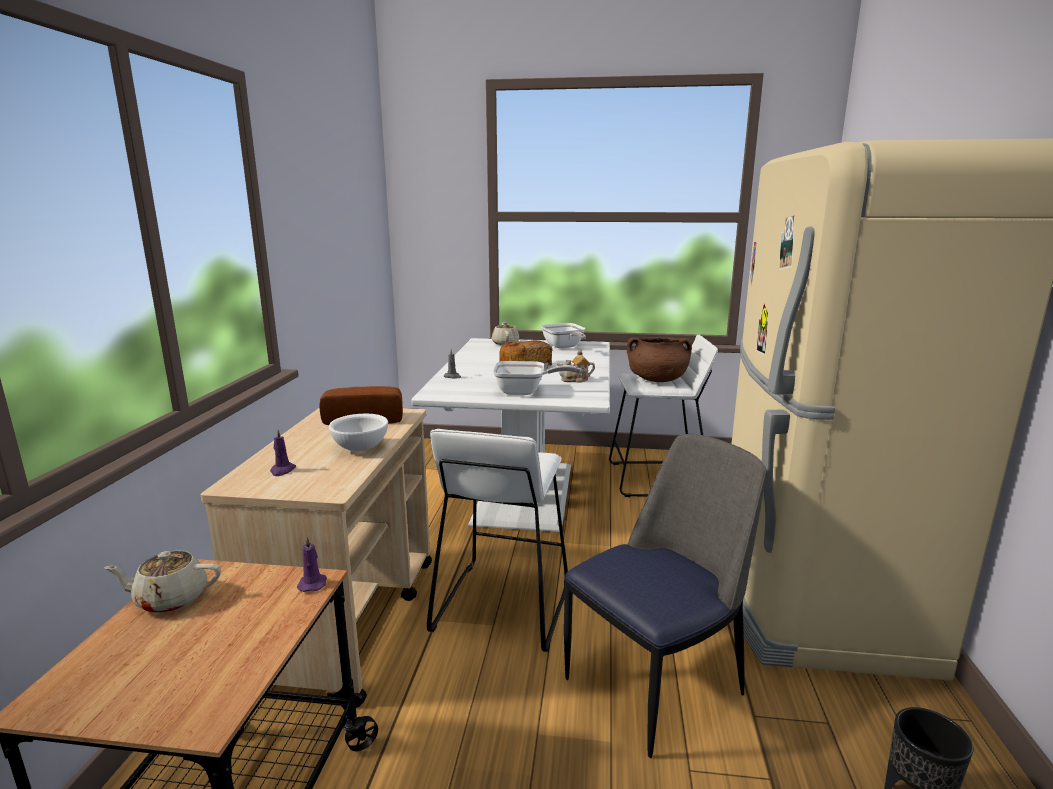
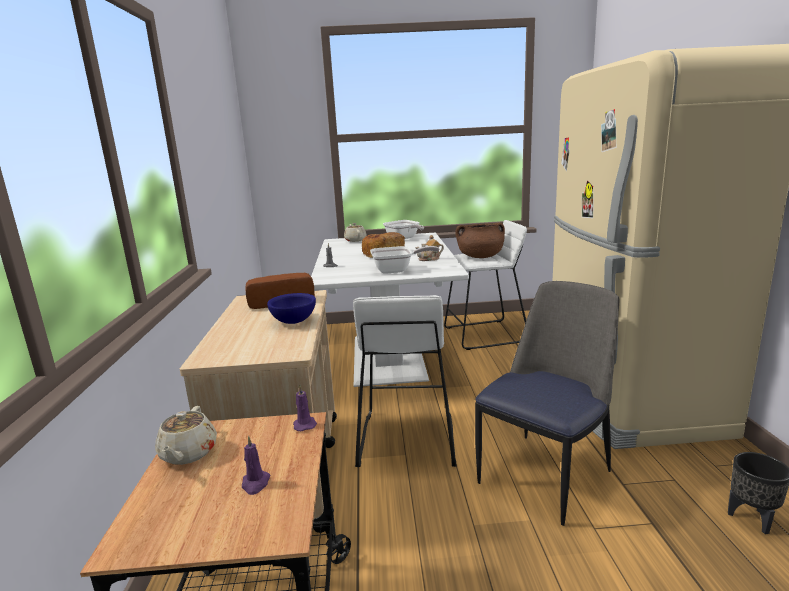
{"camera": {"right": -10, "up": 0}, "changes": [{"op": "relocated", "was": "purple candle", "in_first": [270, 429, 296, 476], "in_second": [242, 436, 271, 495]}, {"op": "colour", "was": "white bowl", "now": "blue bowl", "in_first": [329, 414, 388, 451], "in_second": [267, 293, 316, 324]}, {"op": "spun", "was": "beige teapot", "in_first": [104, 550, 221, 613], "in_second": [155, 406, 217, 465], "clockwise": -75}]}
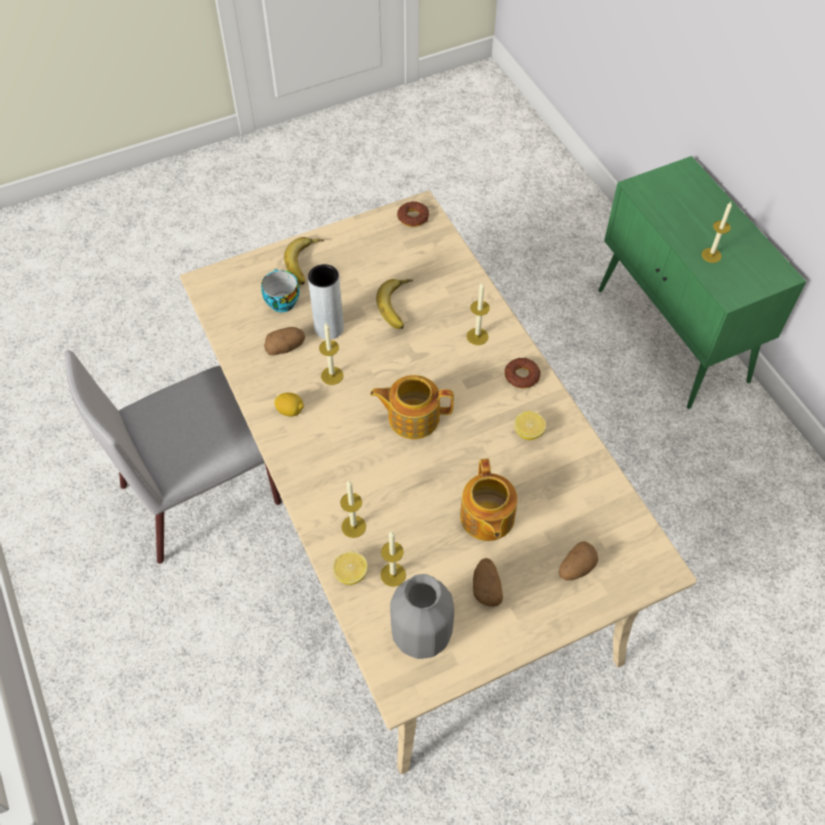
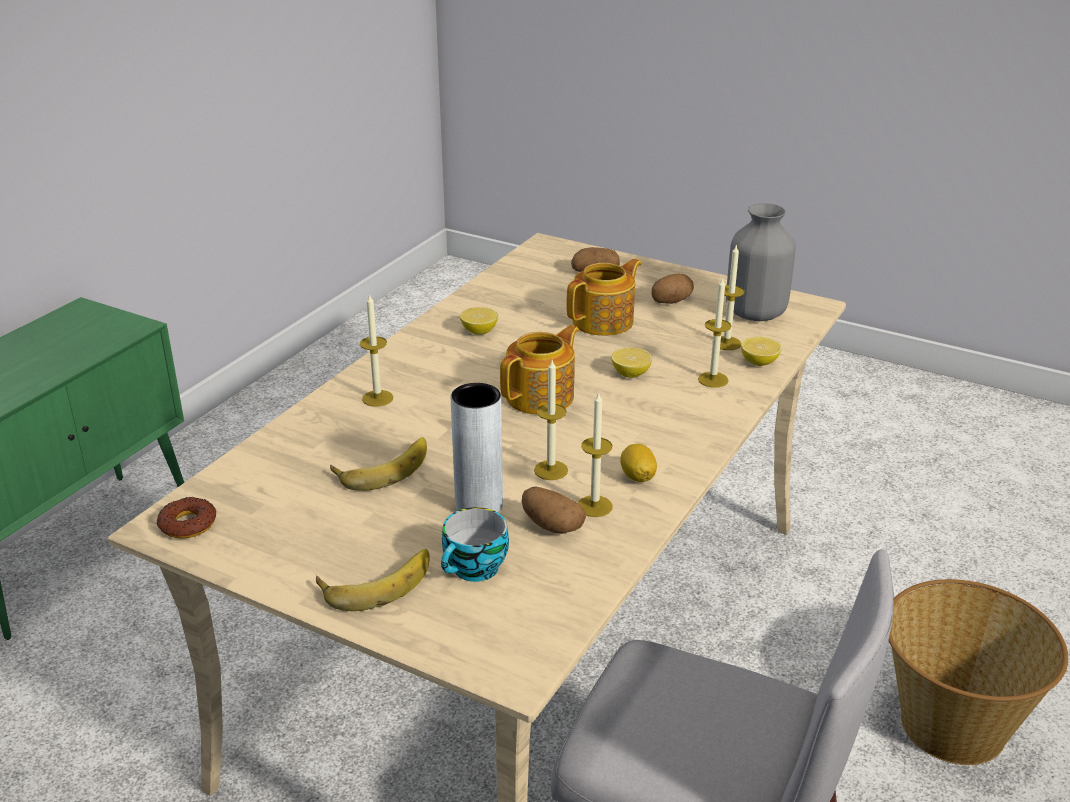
{"camera": {"right": -125, "up": -25}, "changes": [{"op": "missing", "was": "donut", "in_first": [505, 358, 541, 388]}, {"op": "appeared", "now": "lemon", "in_second": [612, 348, 652, 378]}, {"op": "appeared", "now": "basket", "in_second": [888, 579, 1068, 765]}, {"op": "relocated", "was": "candle", "in_first": [701, 202, 732, 263], "in_second": [578, 392, 613, 517]}, {"op": "spun", "was": "teapot", "in_first": [370, 375, 454, 439], "in_second": [500, 325, 579, 414], "clockwise": -105}]}
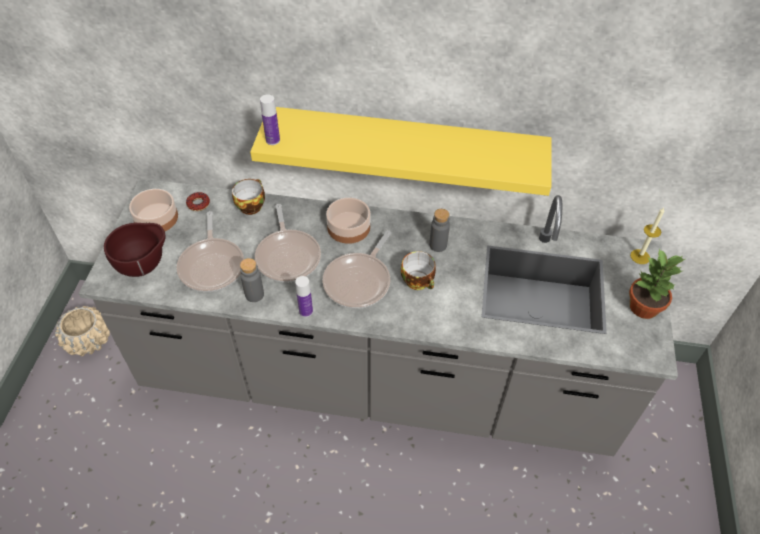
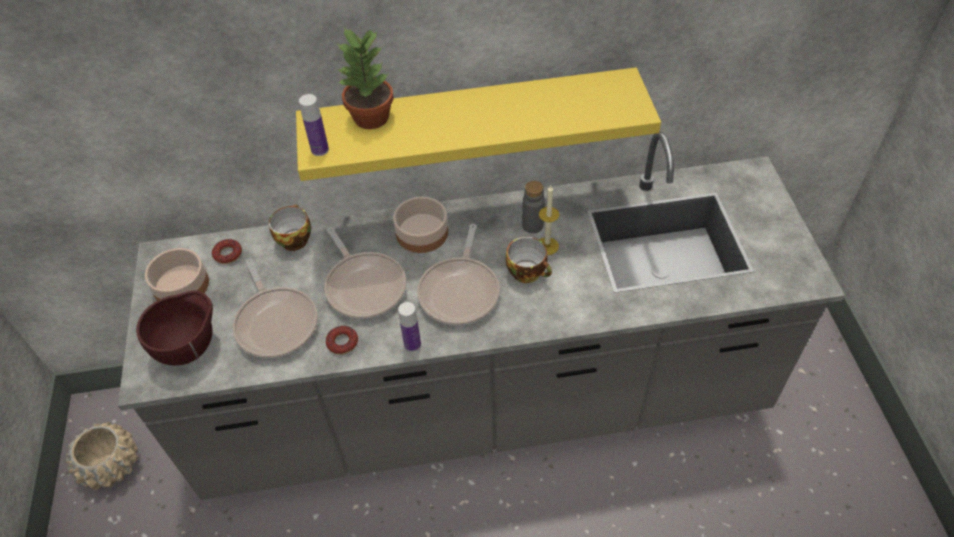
{"camera": {"right": -15, "up": 0}, "changes": [{"op": "relocated", "was": "potted plant", "in_first": [629, 249, 685, 319], "in_second": [336, 28, 394, 129]}, {"op": "relocated", "was": "candle", "in_first": [630, 207, 664, 264], "in_second": [539, 186, 559, 255]}, {"op": "exchanged", "was": "grey bottle", "now": "donut", "in_first": [240, 258, 264, 302], "in_second": [326, 326, 358, 355]}]}
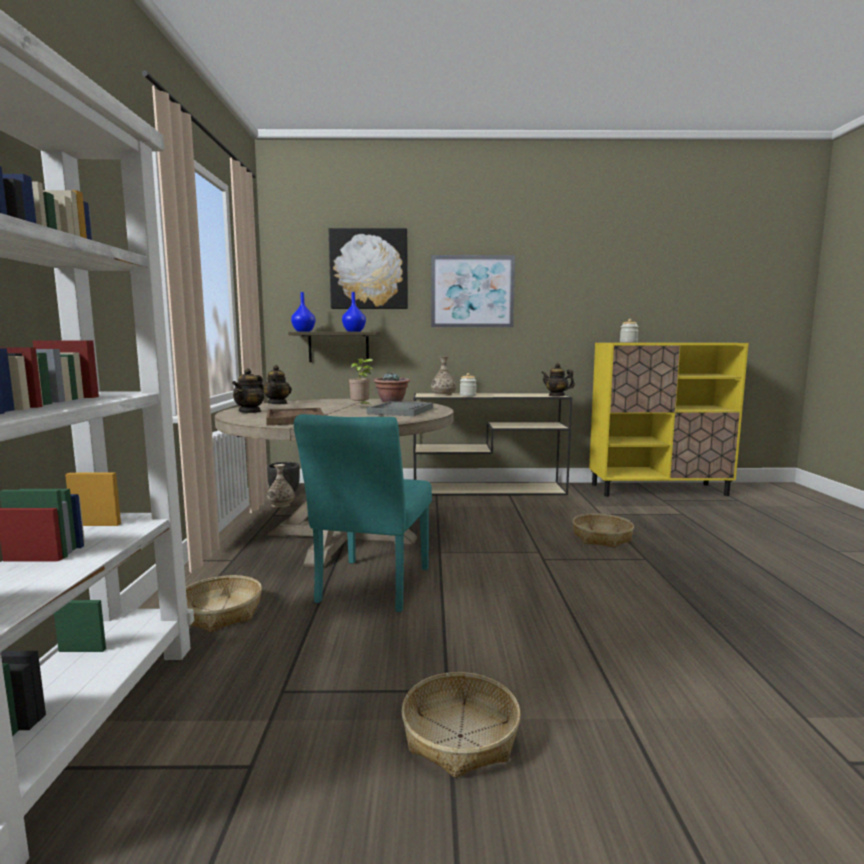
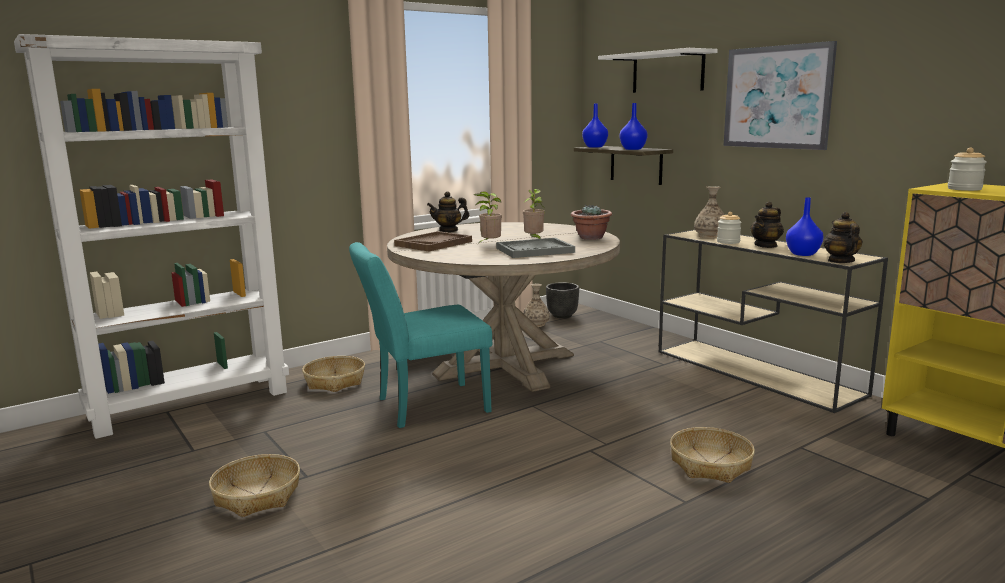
{"camera": {"right": 55, "up": 5}, "changes": [{"op": "appeared", "now": "potted plant", "in_second": [474, 191, 502, 244]}, {"op": "appeared", "now": "blue vase", "in_second": [786, 197, 824, 256]}, {"op": "relocated", "was": "teapot", "in_first": [263, 365, 292, 404], "in_second": [750, 201, 784, 248]}, {"op": "exchanged", "was": "picture", "now": "white shelf", "in_first": [329, 228, 408, 309], "in_second": [598, 48, 718, 93]}]}
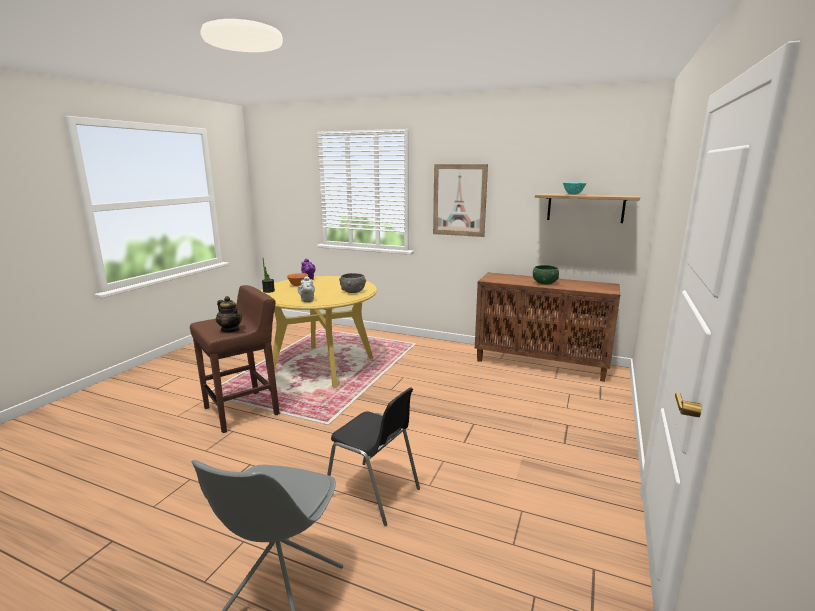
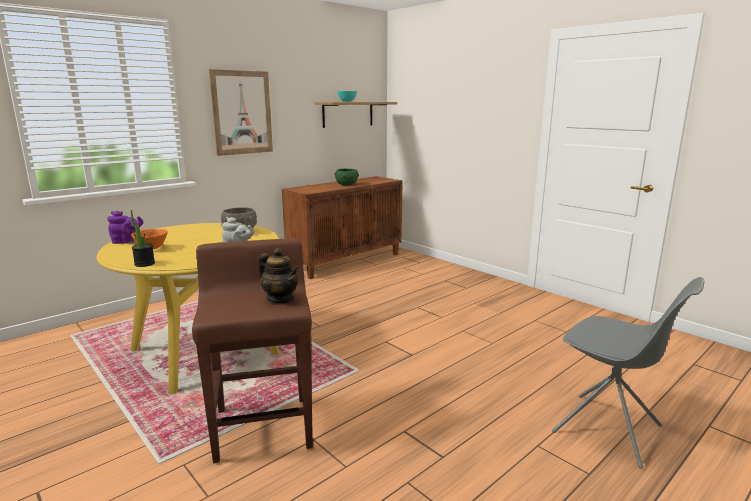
{"camera": {"right": -65, "up": 0}, "changes": [{"op": "missing", "was": "black chair", "in_first": [327, 387, 420, 526]}, {"op": "spun", "was": "teapot", "in_first": [216, 296, 242, 332], "in_second": [258, 248, 300, 303], "clockwise": 60}]}
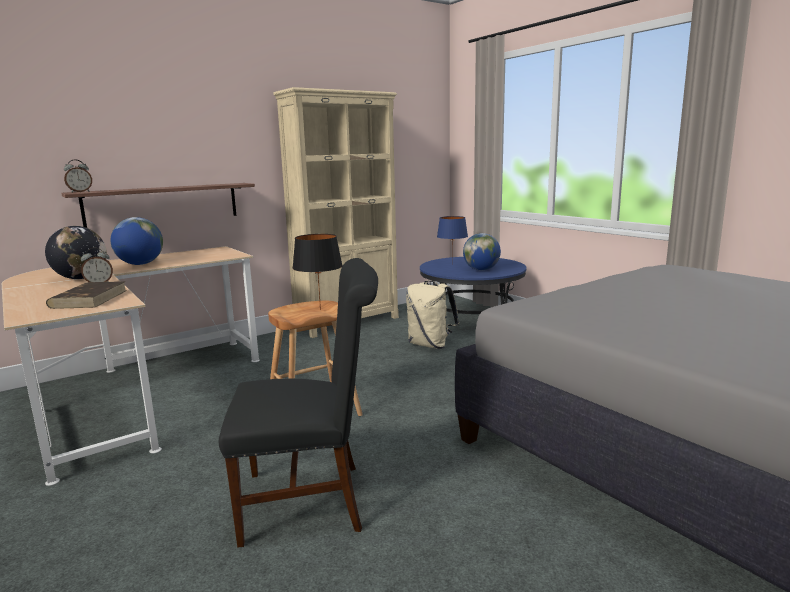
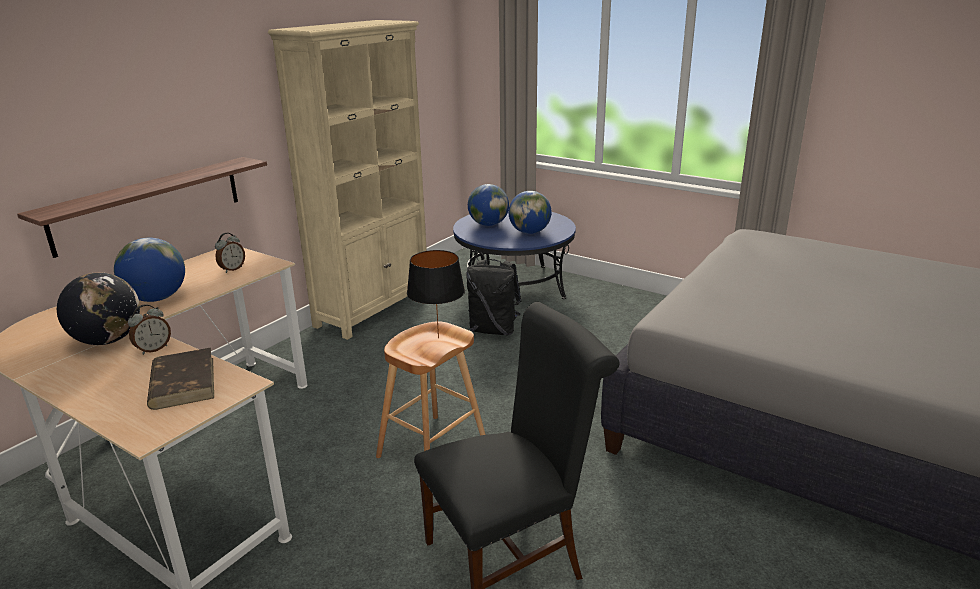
{"camera": {"right": -20, "up": 10}, "changes": [{"op": "relocated", "was": "alarm clock", "in_first": [64, 159, 92, 192], "in_second": [215, 233, 245, 273]}, {"op": "exchanged", "was": "blue table lamp", "now": "globe", "in_first": [437, 216, 468, 264], "in_second": [468, 184, 509, 226]}, {"op": "colour", "was": "beige backpack", "now": "black backpack", "in_first": [406, 280, 459, 349], "in_second": [466, 259, 521, 335]}]}
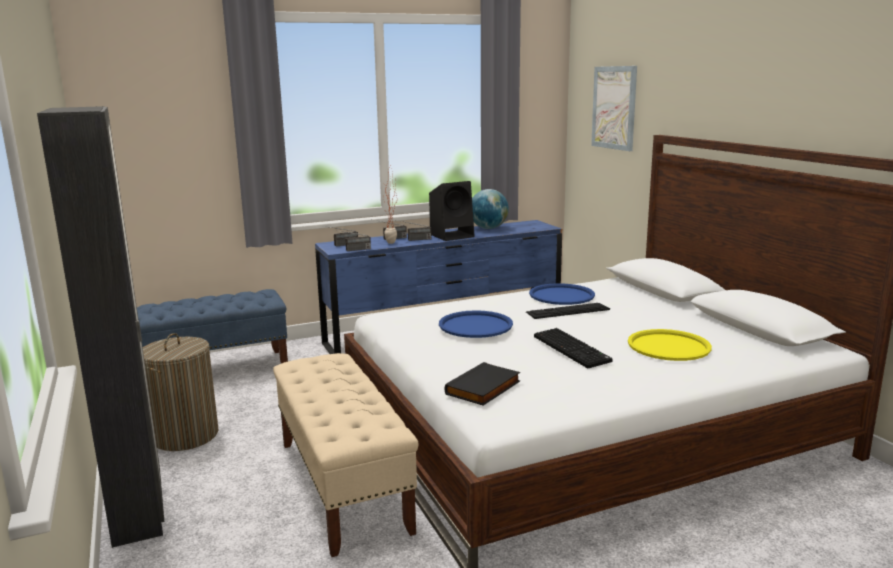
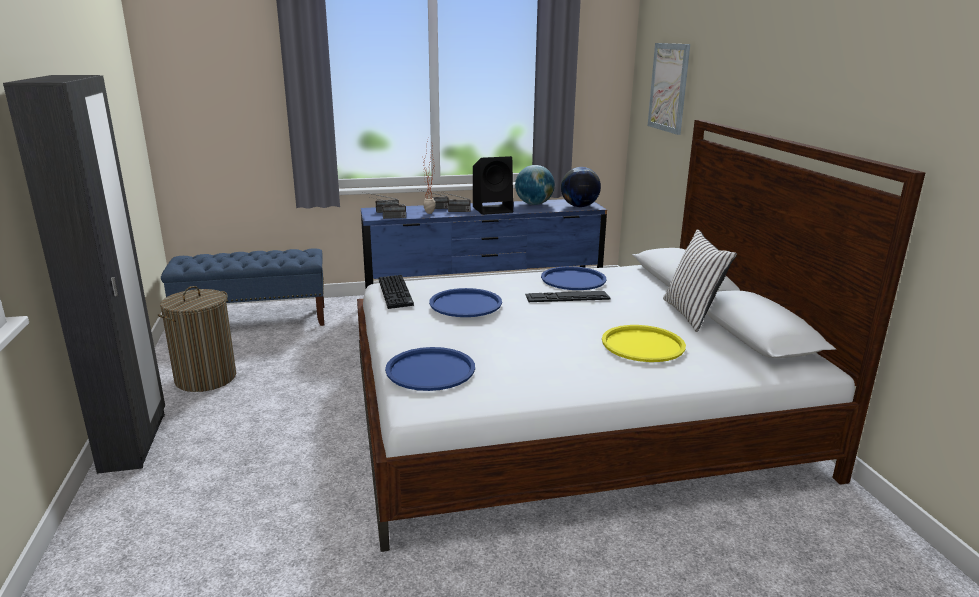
{"camera": {"right": 10, "up": 5}, "changes": [{"op": "missing", "was": "beige bench", "in_first": [273, 353, 418, 557]}, {"op": "appeared", "now": "globe", "in_second": [561, 167, 601, 207]}, {"op": "appeared", "now": "white pillow", "in_second": [663, 229, 737, 332]}, {"op": "relocated", "was": "keyboard", "in_first": [534, 328, 613, 368], "in_second": [379, 275, 414, 309]}, {"op": "exchanged", "was": "black book", "now": "blue tray", "in_first": [445, 362, 520, 406], "in_second": [385, 347, 475, 391]}]}
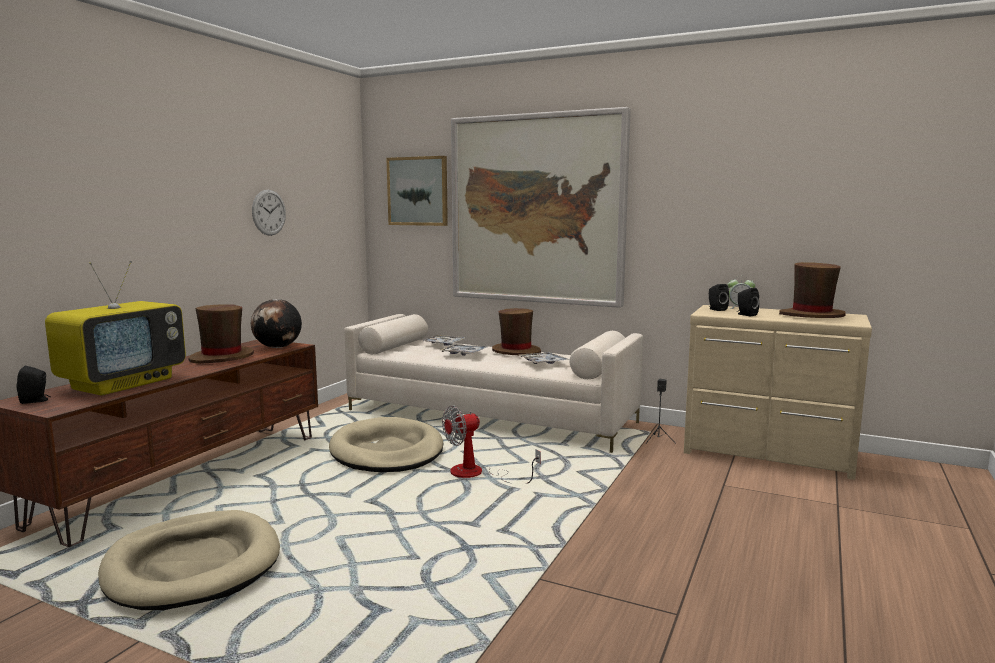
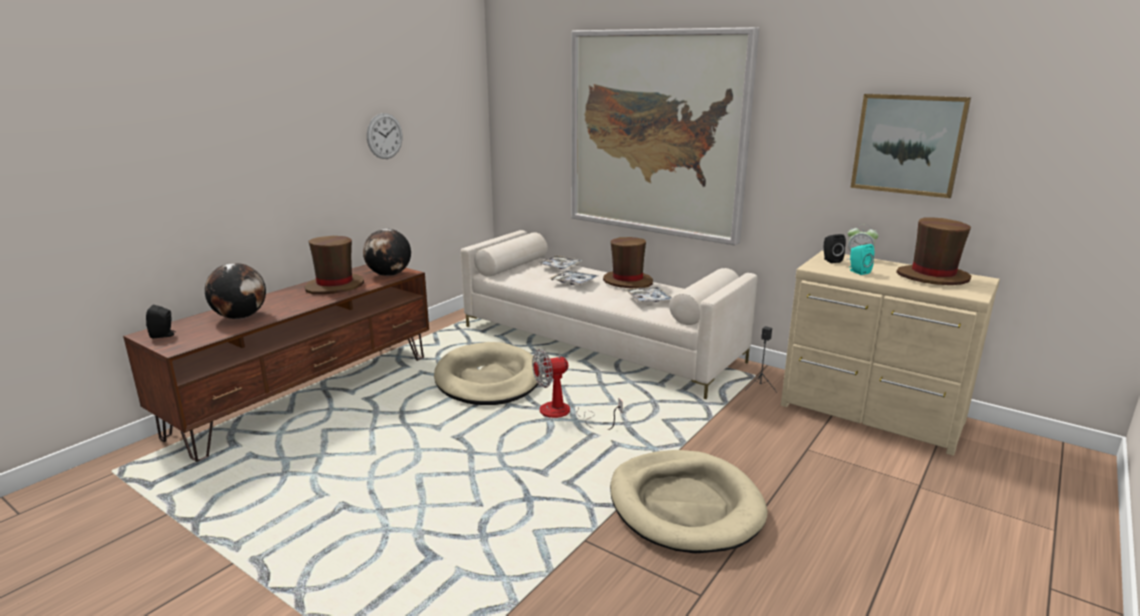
{"camera": {"right": 10, "up": 10}, "changes": [{"op": "relocated", "was": "beige dog bed", "in_first": [98, 510, 280, 610], "in_second": [610, 450, 768, 553]}, {"op": "relocated", "was": "picture", "in_first": [386, 156, 448, 226], "in_second": [850, 94, 971, 198]}, {"op": "exchanged", "was": "television", "now": "globe", "in_first": [45, 261, 186, 395], "in_second": [205, 263, 266, 319]}, {"op": "colour", "was": "black speaker", "now": "turquoise speaker", "in_first": [737, 288, 759, 316], "in_second": [849, 244, 874, 275]}]}
